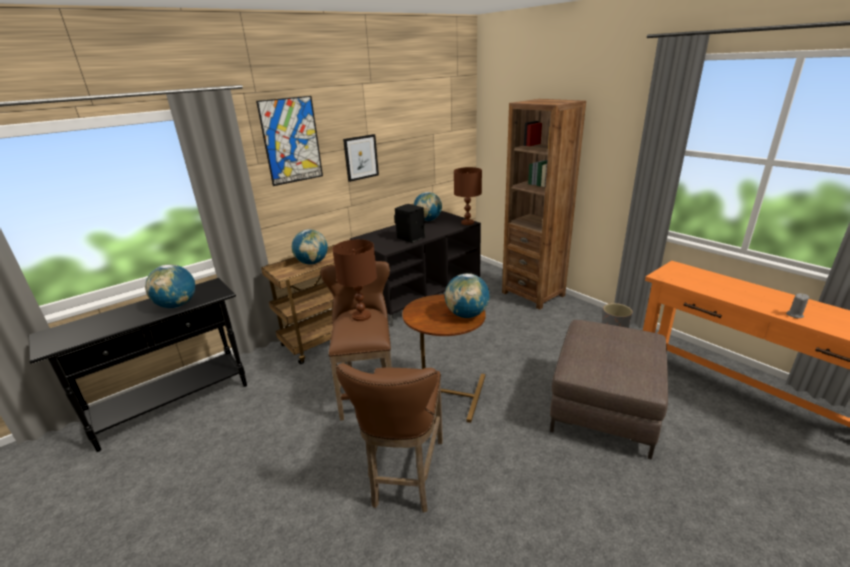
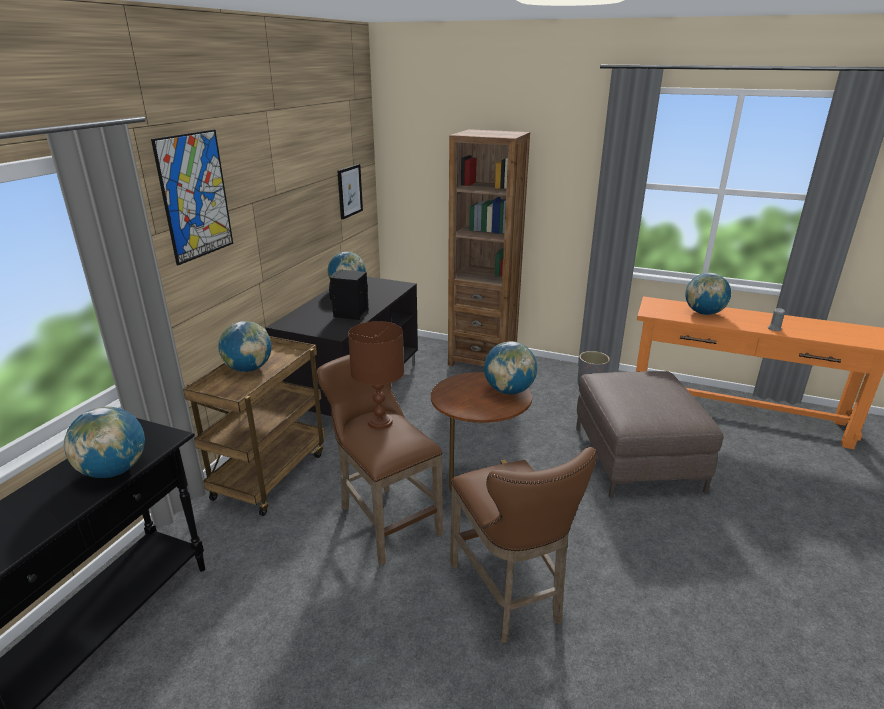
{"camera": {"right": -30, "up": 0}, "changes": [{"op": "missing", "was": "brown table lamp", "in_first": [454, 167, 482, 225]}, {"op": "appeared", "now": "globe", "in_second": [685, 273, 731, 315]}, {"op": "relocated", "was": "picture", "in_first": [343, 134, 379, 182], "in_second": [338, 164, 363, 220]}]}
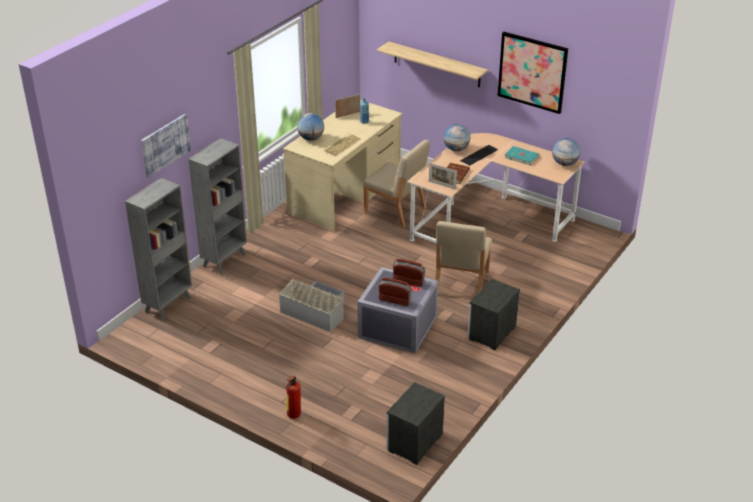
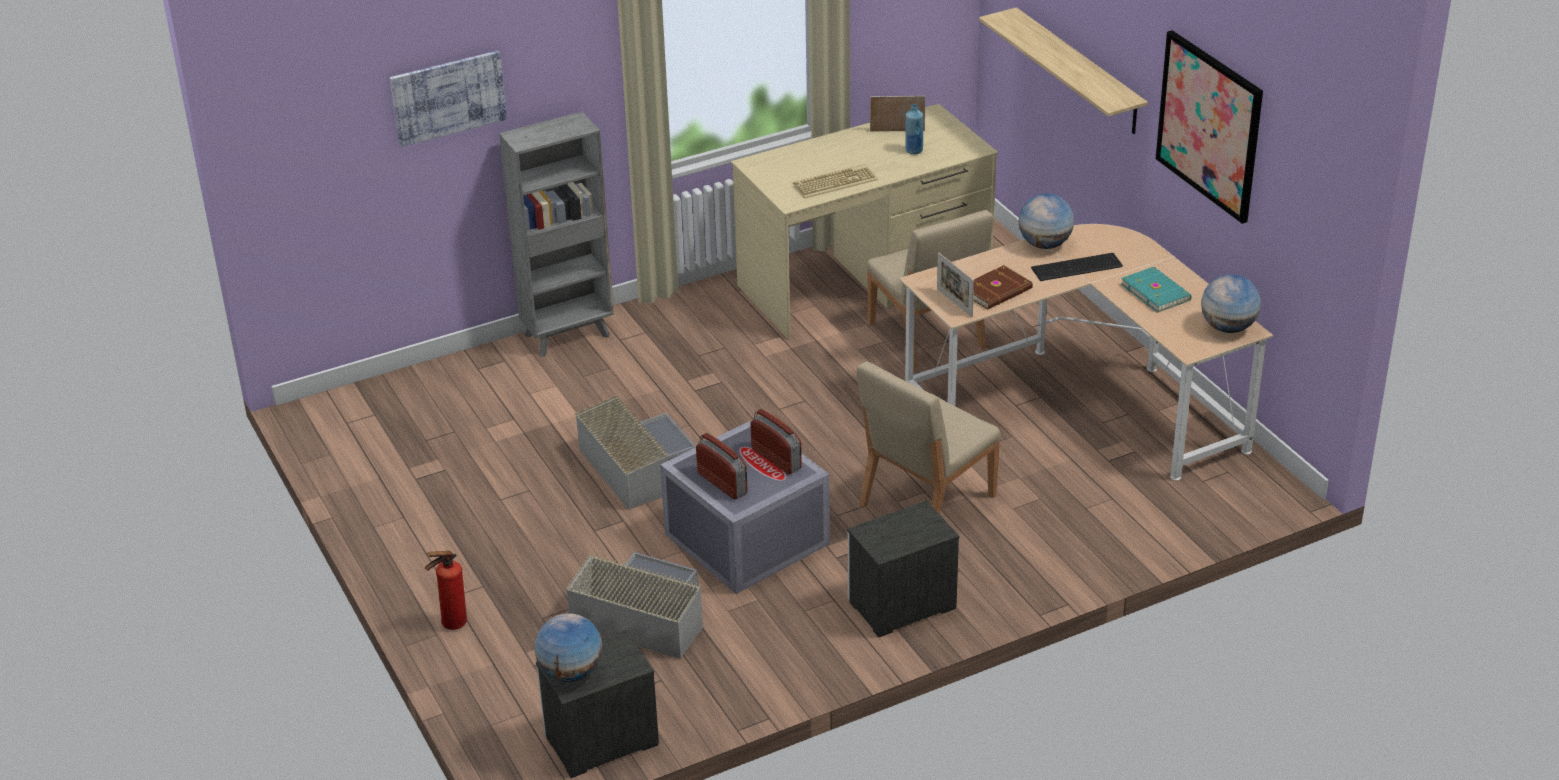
{"camera": {"right": 30, "up": 0}, "changes": [{"op": "missing", "was": "grey bookcase", "in_first": [125, 178, 192, 320]}, {"op": "appeared", "now": "grey storage box", "in_second": [566, 552, 703, 659]}, {"op": "relocated", "was": "globe", "in_first": [297, 113, 324, 141], "in_second": [534, 613, 603, 682]}]}
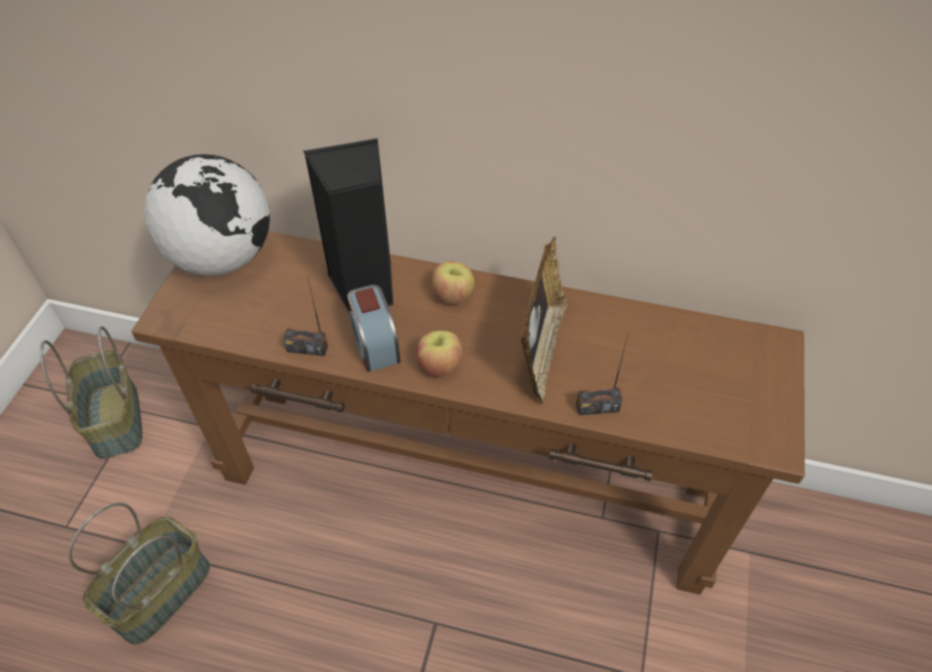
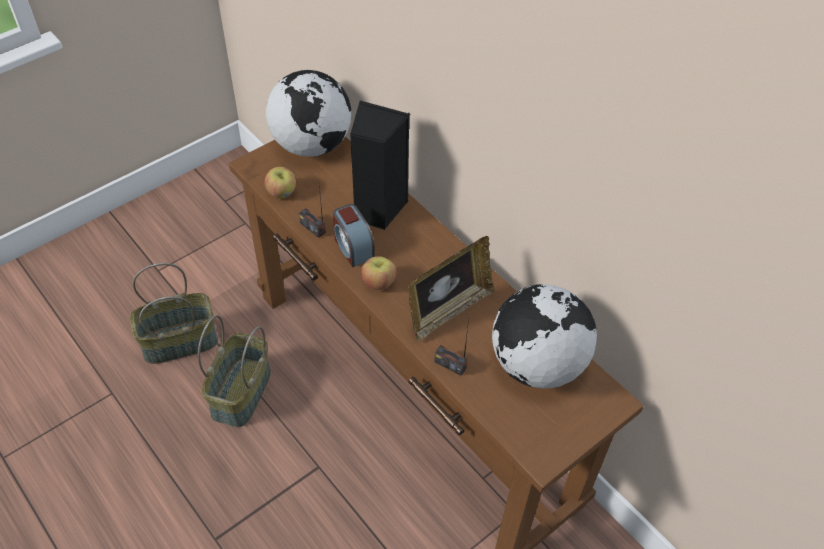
{"camera": {"right": 35, "up": 0}, "changes": [{"op": "appeared", "now": "globe", "in_second": [492, 284, 597, 388]}, {"op": "relocated", "was": "basket", "in_first": [40, 326, 142, 459], "in_second": [198, 315, 271, 427]}, {"op": "relocated", "was": "apple", "in_first": [432, 261, 475, 305], "in_second": [265, 167, 296, 199]}, {"op": "spun", "was": "alarm clock", "in_first": [347, 285, 401, 372], "in_second": [333, 204, 375, 267], "clockwise": -45}]}
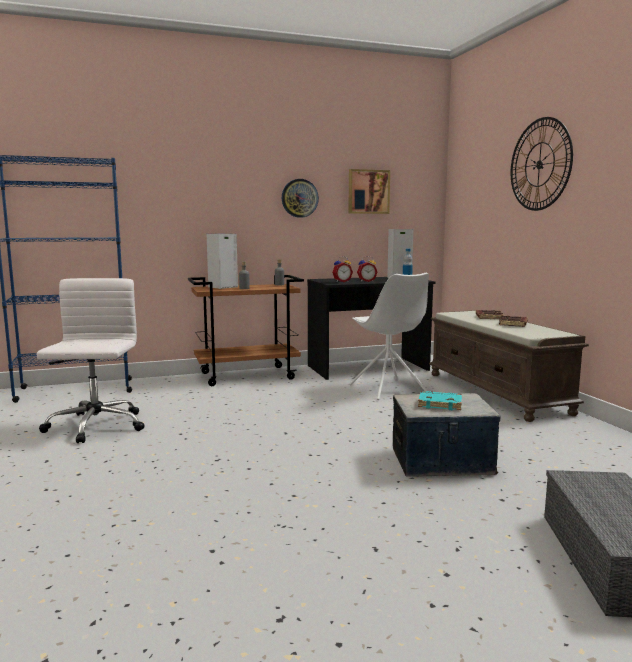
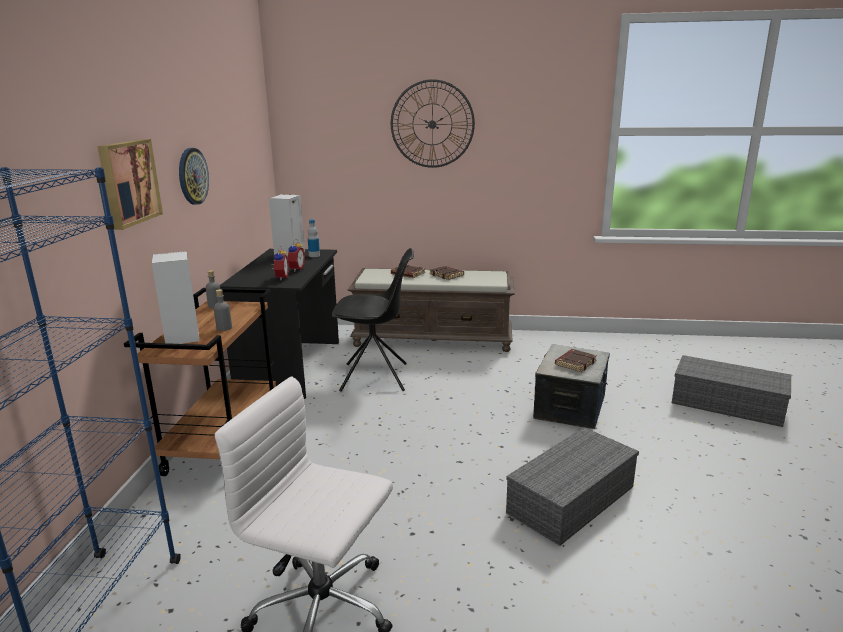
{"camera": {"right": -65, "up": 10}, "changes": [{"op": "appeared", "now": "grey storage box", "in_second": [506, 427, 639, 546]}, {"op": "relocated", "was": "picture", "in_first": [348, 169, 390, 214], "in_second": [97, 139, 163, 230]}, {"op": "colour", "was": "white chair", "now": "black chair", "in_first": [349, 273, 429, 400], "in_second": [332, 248, 414, 392]}, {"op": "colour", "was": "turquoise book", "now": "brown book", "in_first": [418, 391, 462, 410], "in_second": [555, 349, 597, 372]}]}
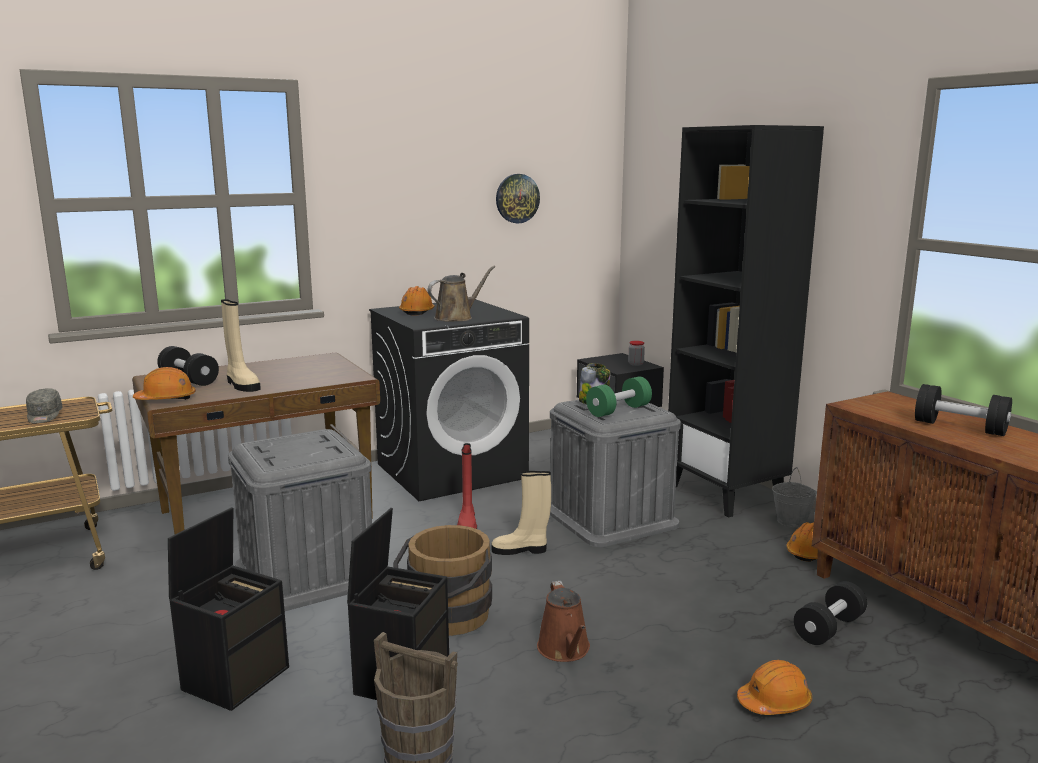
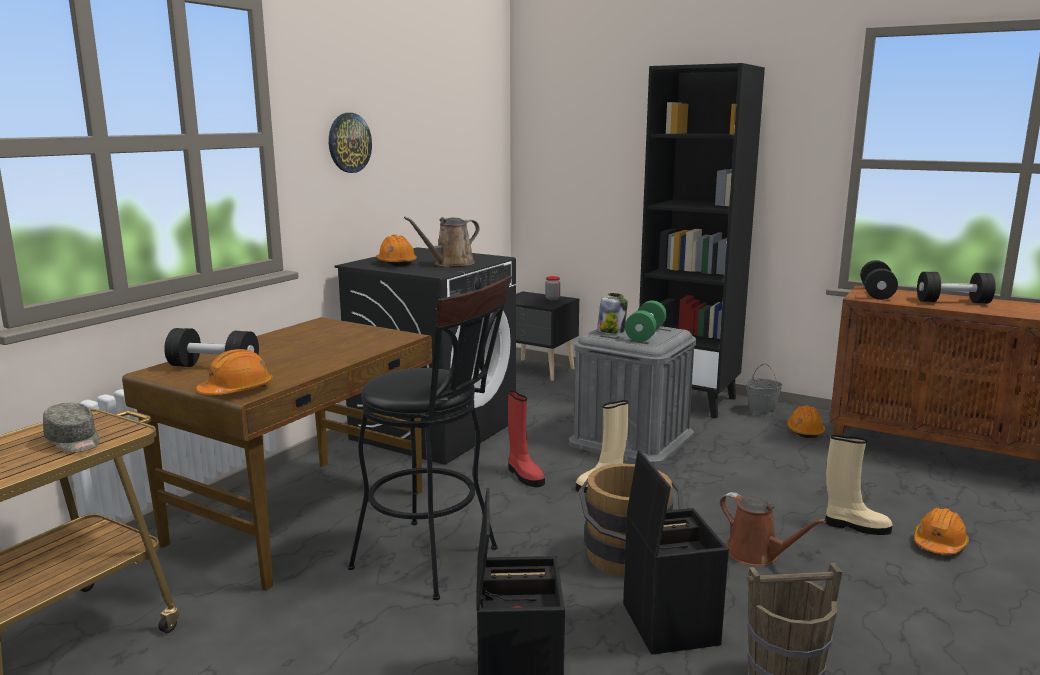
{"camera": {"right": -30, "up": 0}, "changes": [{"op": "relocated", "was": "beige boot", "in_first": [221, 299, 261, 392], "in_second": [826, 435, 893, 535]}, {"op": "relocated", "was": "wall clock", "in_first": [496, 174, 540, 223], "in_second": [329, 113, 372, 173]}, {"op": "relocated", "was": "black dumbbell", "in_first": [794, 581, 867, 645], "in_second": [860, 260, 898, 300]}, {"op": "exchanged", "was": "grey storage box", "now": "black stool", "in_first": [228, 429, 372, 611], "in_second": [348, 276, 511, 600]}, {"op": "spun", "was": "brown watering can", "in_first": [428, 265, 495, 321], "in_second": [404, 217, 480, 267], "clockwise": -150}]}
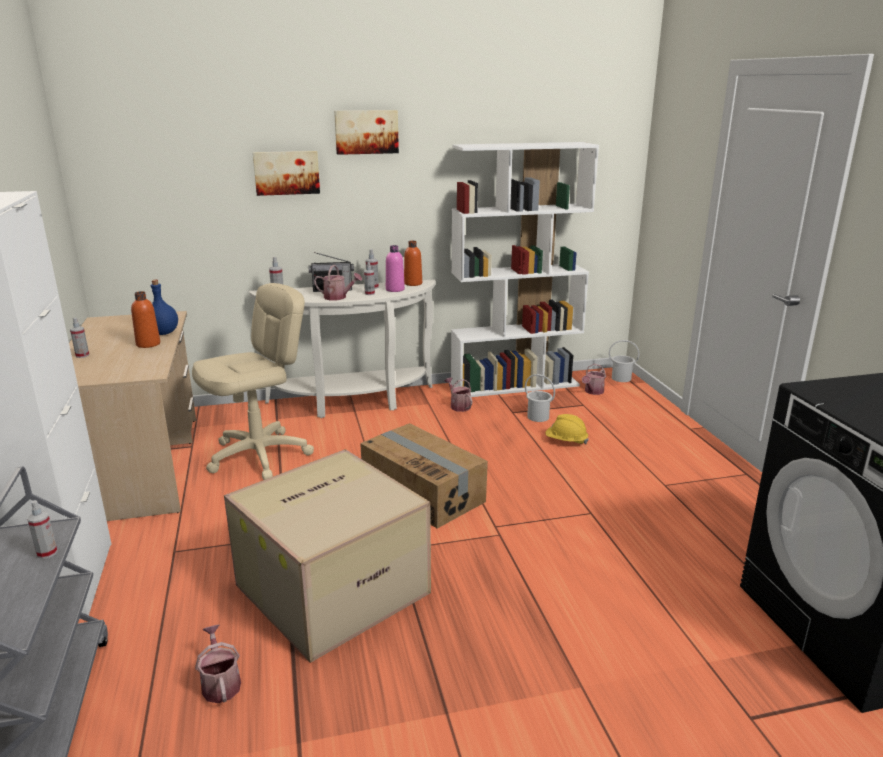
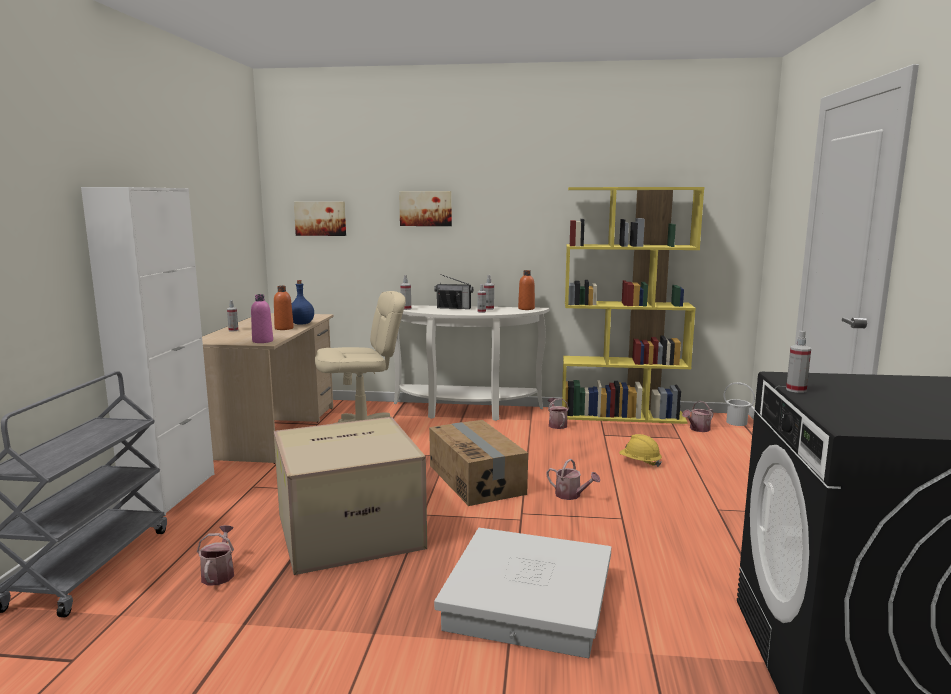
{"camera": {"right": 20, "up": -10}, "changes": [{"op": "missing", "was": "white bucket", "in_first": [525, 374, 555, 422]}, {"op": "appeared", "now": "white storage box", "in_second": [434, 528, 611, 658]}, {"op": "relocated", "was": "spray bottle", "in_first": [27, 500, 58, 559], "in_second": [786, 331, 811, 393]}, {"op": "relocated", "was": "watering can", "in_first": [314, 265, 362, 300], "in_second": [547, 459, 600, 500]}, {"op": "relocated", "was": "picture", "in_first": [334, 110, 399, 155], "in_second": [294, 202, 346, 236]}, {"op": "relocated", "was": "pink bottle", "in_first": [386, 245, 405, 292], "in_second": [251, 294, 273, 343]}, {"op": "colour", "was": "white bookcase", "now": "yellow bookcase", "in_first": [451, 142, 599, 397], "in_second": [562, 187, 704, 424]}]}
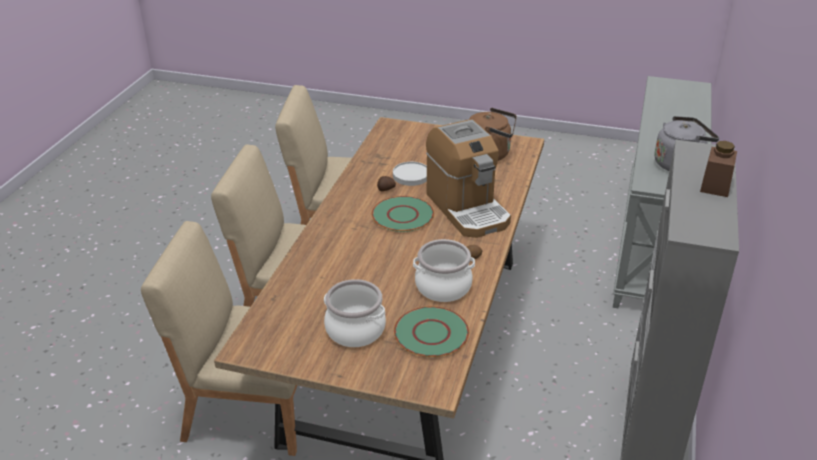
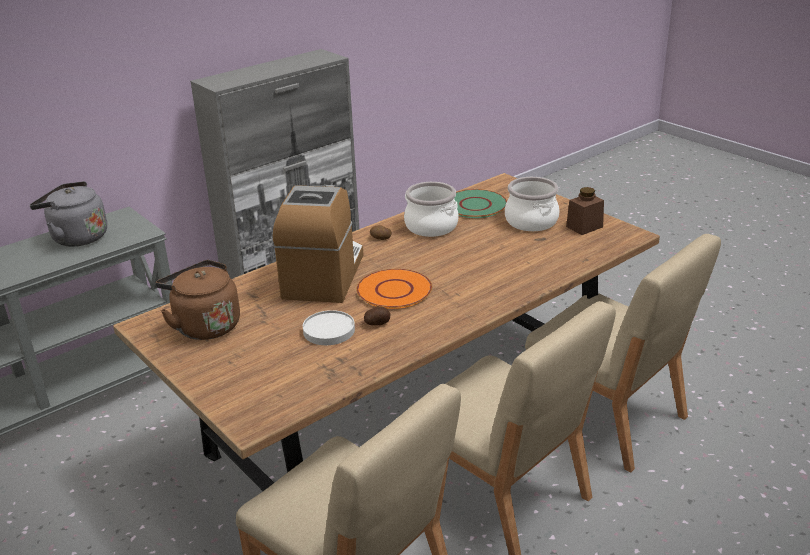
{"camera": {"right": -145, "up": -5}, "changes": [{"op": "relocated", "was": "brown jar", "in_first": [700, 141, 737, 197], "in_second": [566, 187, 604, 235]}, {"op": "colour", "was": "green plate", "now": "orange plate", "in_first": [371, 196, 434, 232], "in_second": [356, 269, 432, 309]}]}
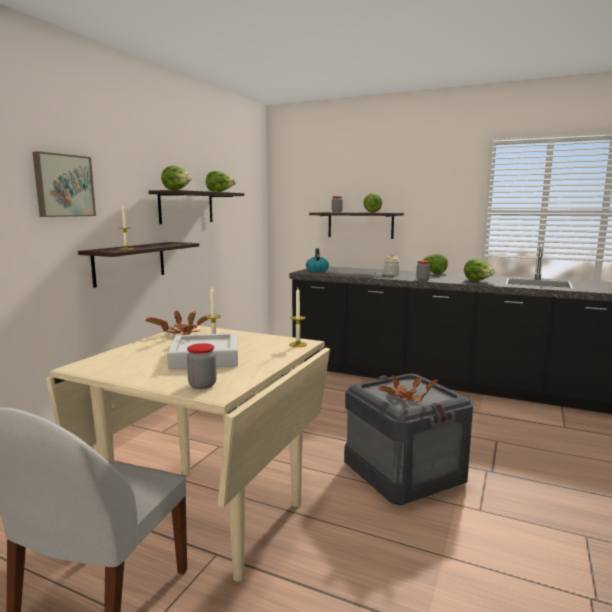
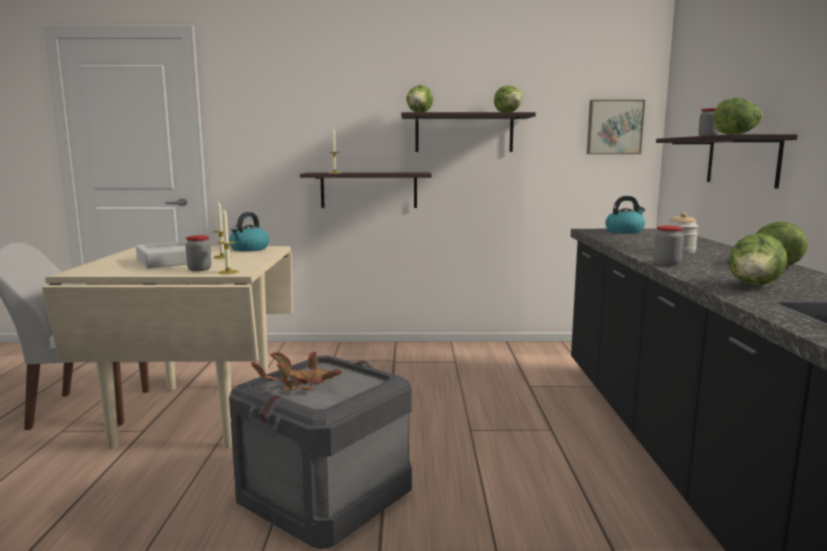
{"camera": {"right": 65, "up": 0}, "changes": [{"op": "relocated", "was": "picture", "in_first": [33, 151, 96, 217], "in_second": [587, 100, 645, 154]}, {"op": "relocated", "was": "jar", "in_first": [187, 343, 217, 389], "in_second": [185, 235, 211, 271]}, {"op": "exchanged", "was": "potted plant", "now": "kettle", "in_first": [146, 311, 208, 335], "in_second": [229, 212, 269, 252]}]}
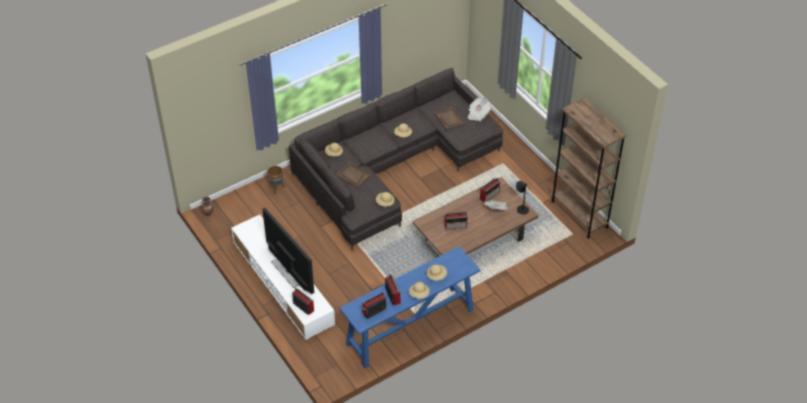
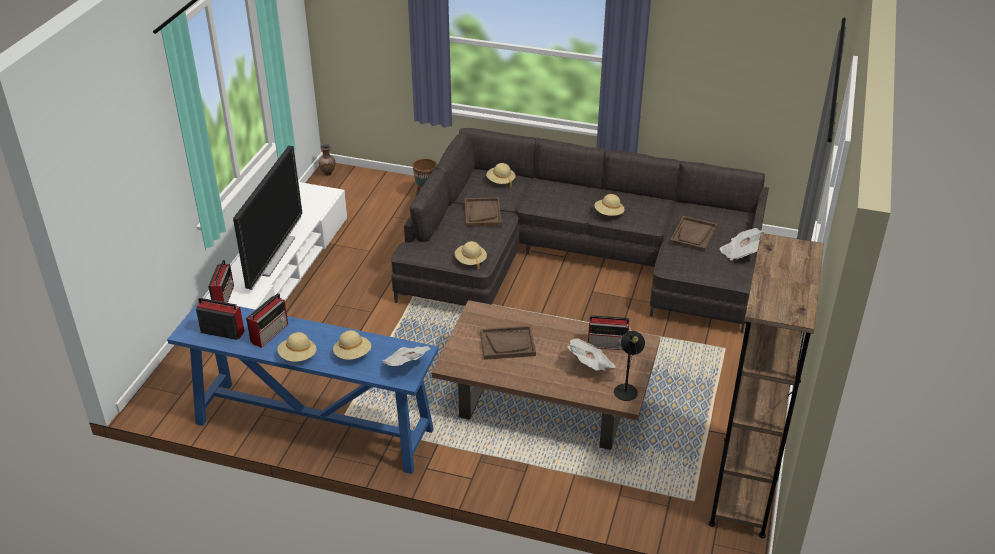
{"camera": {"right": 50, "up": -10}, "changes": [{"op": "appeared", "now": "newspaper", "in_second": [382, 346, 430, 366]}, {"op": "exchanged", "was": "radio", "now": "brown tray", "in_first": [445, 212, 468, 230], "in_second": [480, 326, 536, 360]}]}
